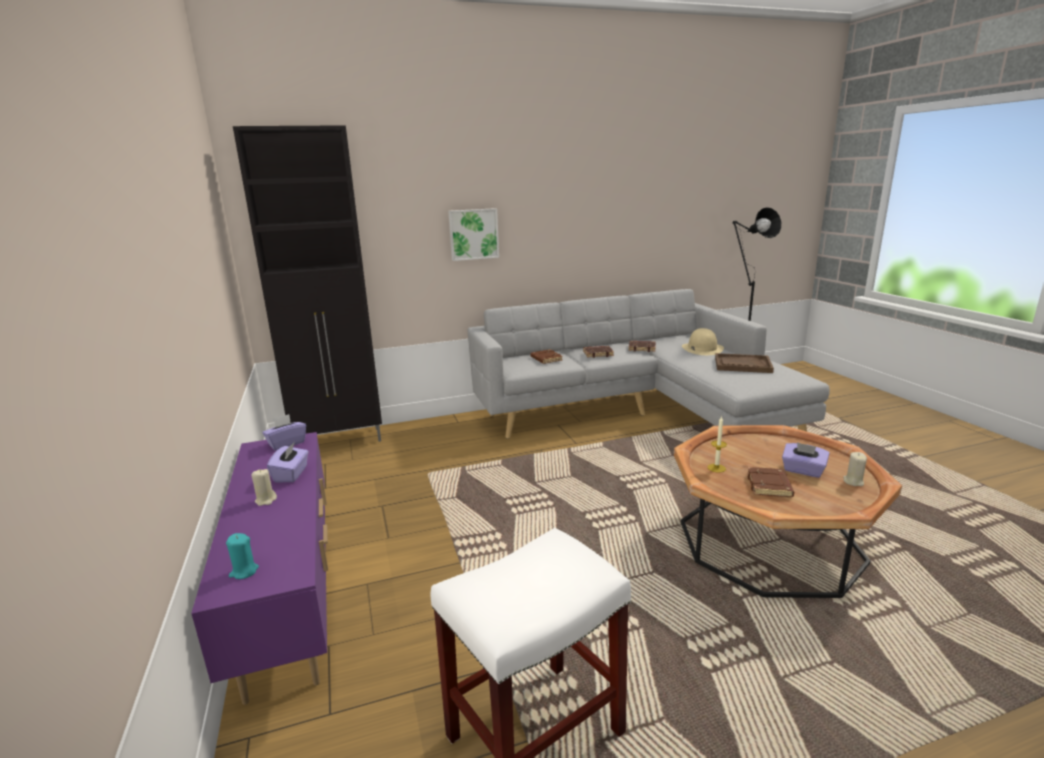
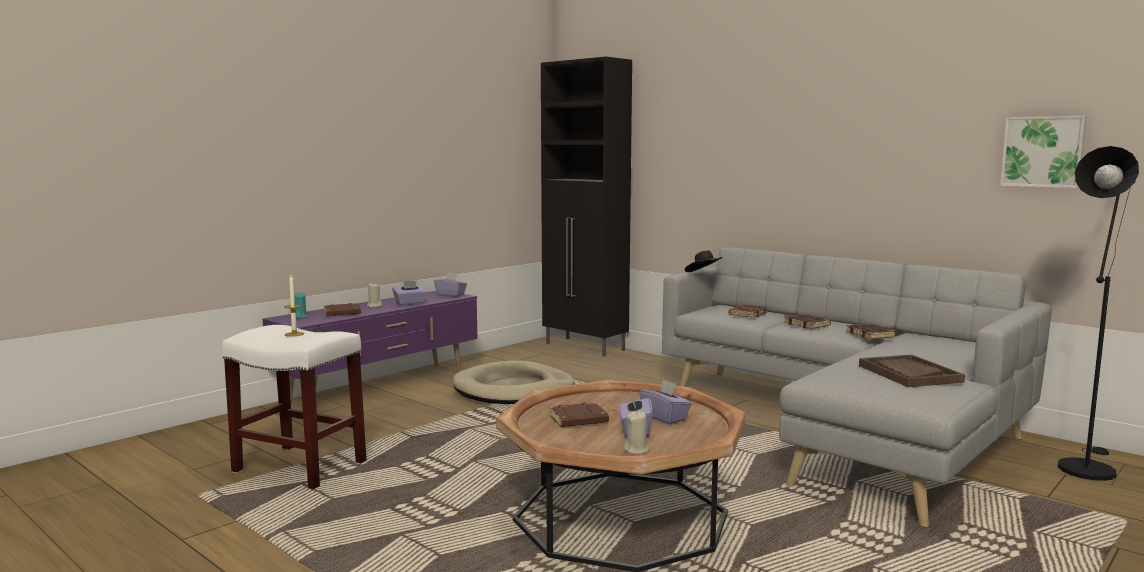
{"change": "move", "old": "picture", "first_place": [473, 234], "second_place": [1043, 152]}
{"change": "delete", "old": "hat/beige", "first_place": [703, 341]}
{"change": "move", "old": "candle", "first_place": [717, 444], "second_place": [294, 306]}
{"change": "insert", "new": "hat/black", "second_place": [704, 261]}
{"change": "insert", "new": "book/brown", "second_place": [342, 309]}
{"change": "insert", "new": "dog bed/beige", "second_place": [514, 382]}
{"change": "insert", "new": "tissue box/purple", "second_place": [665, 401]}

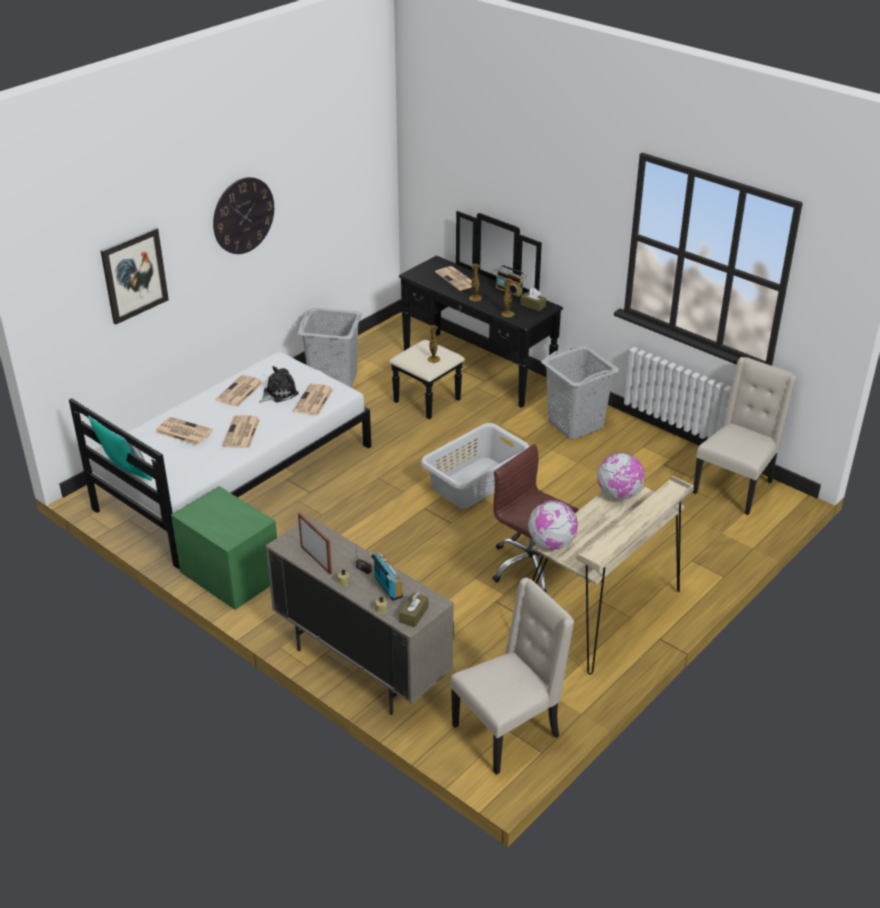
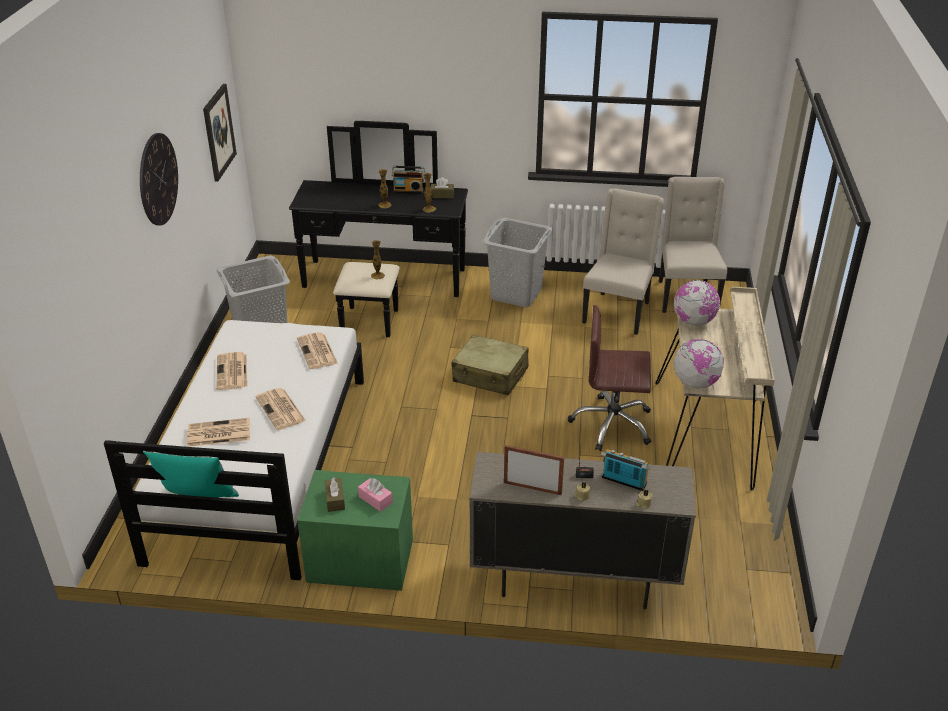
{"change": "move", "old": "picture", "first_place": [134, 276], "second_place": [220, 133]}
{"change": "delete", "old": "newspaper", "first_place": [453, 278]}
{"change": "delete", "old": "plush toy", "first_place": [279, 384]}
{"change": "replace", "old": "laundry basket/grey", "new": "suitcase/beige", "first_place": [475, 466], "second_place": [490, 365]}
{"change": "move", "old": "chair/beige", "first_place": [512, 676], "second_place": [623, 261]}
{"change": "move", "old": "tissue box/brown", "first_place": [413, 609], "second_place": [334, 494]}
{"change": "insert", "new": "tissue box/pink", "second_place": [375, 495]}

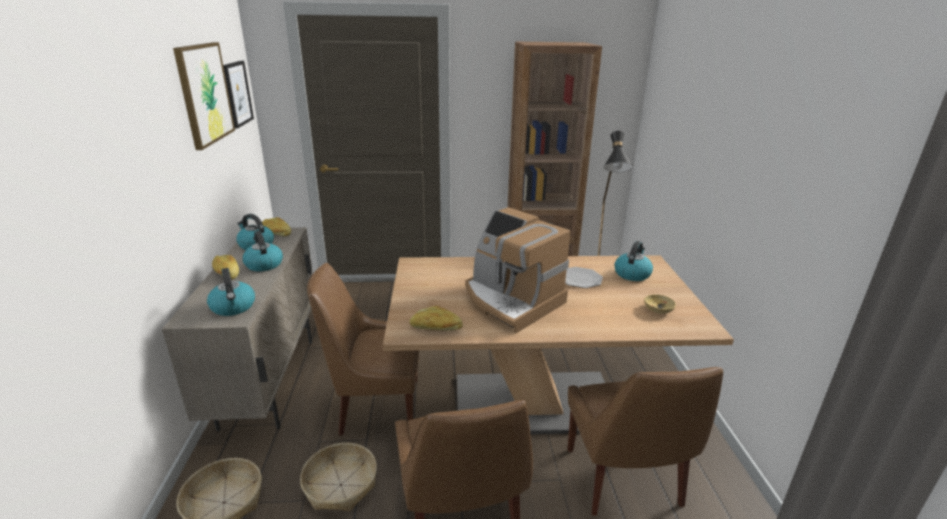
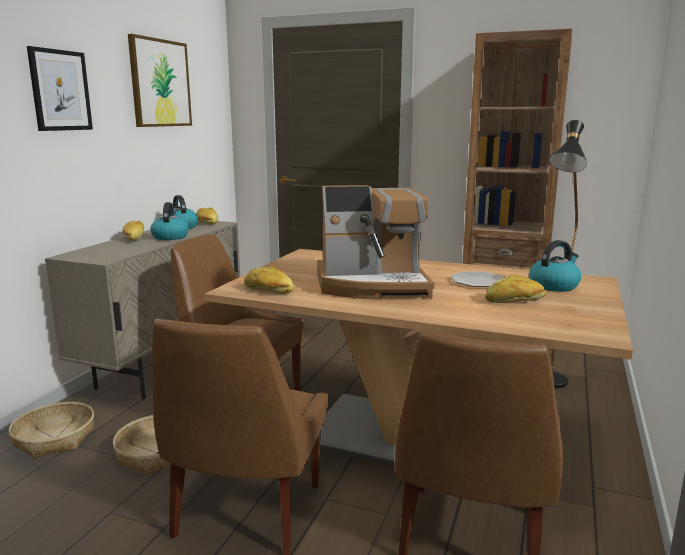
{"change": "move", "old": "picture", "first_place": [238, 95], "second_place": [60, 88]}
{"change": "rotate", "old": "coffee machine", "first_place": [518, 270], "second_place": [376, 242], "degrees": -75}
{"change": "delete", "old": "kettle", "first_place": [231, 292]}
{"change": "delete", "old": "bowl/beige", "first_place": [660, 304]}
{"change": "insert", "new": "bread", "second_place": [515, 288]}

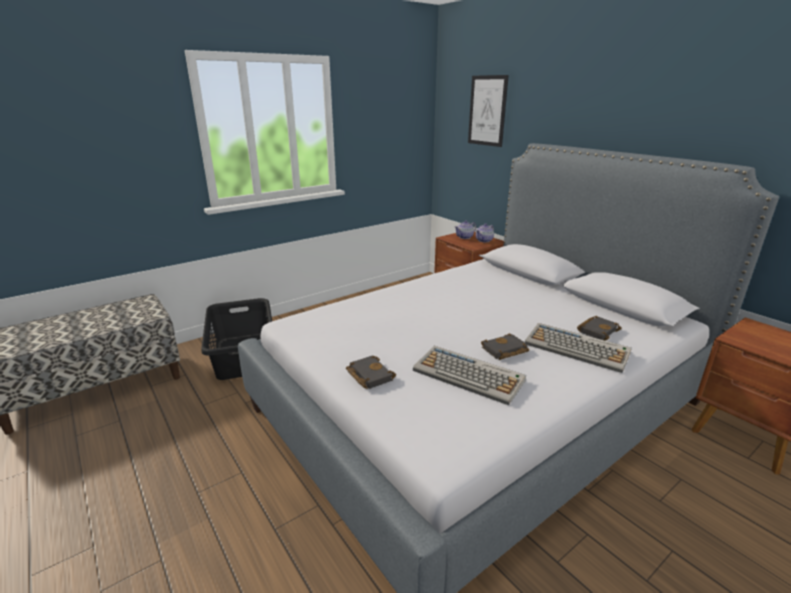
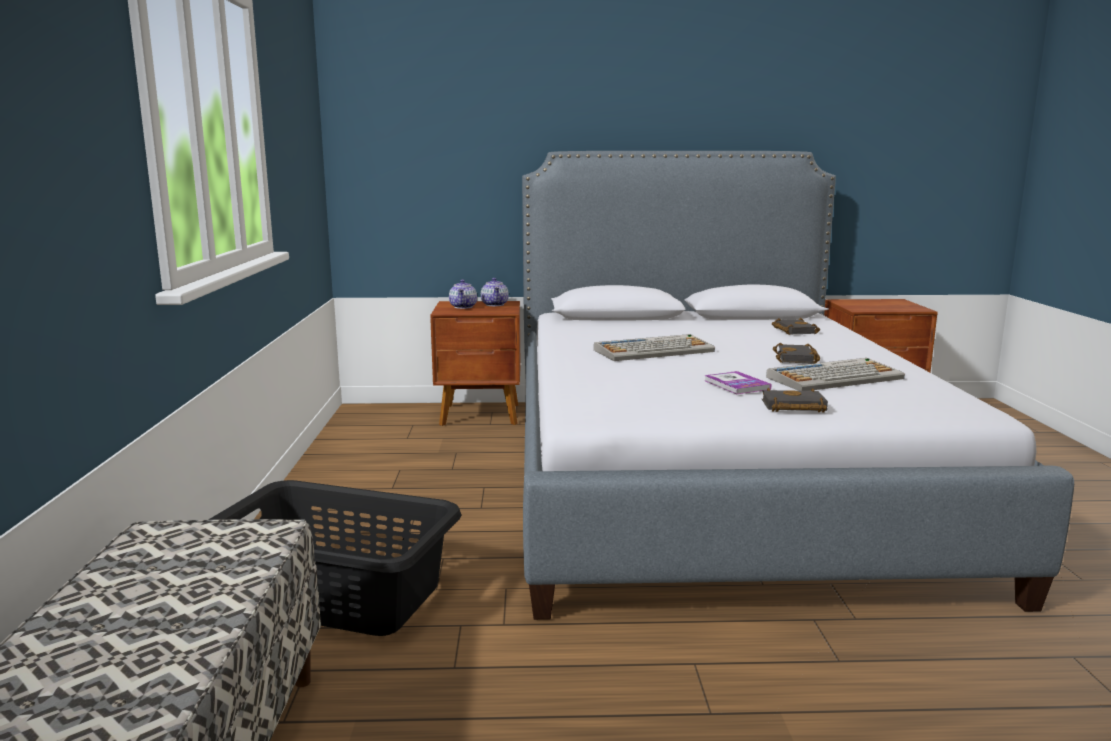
{"change": "delete", "old": "picture", "first_place": [488, 111]}
{"change": "move", "old": "keyboard", "first_place": [578, 348], "second_place": [654, 347]}
{"change": "insert", "new": "book", "second_place": [738, 382]}

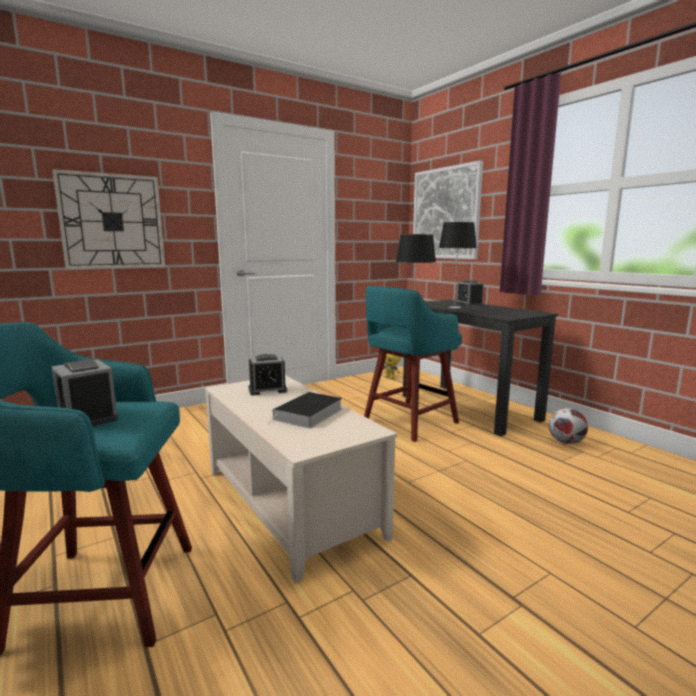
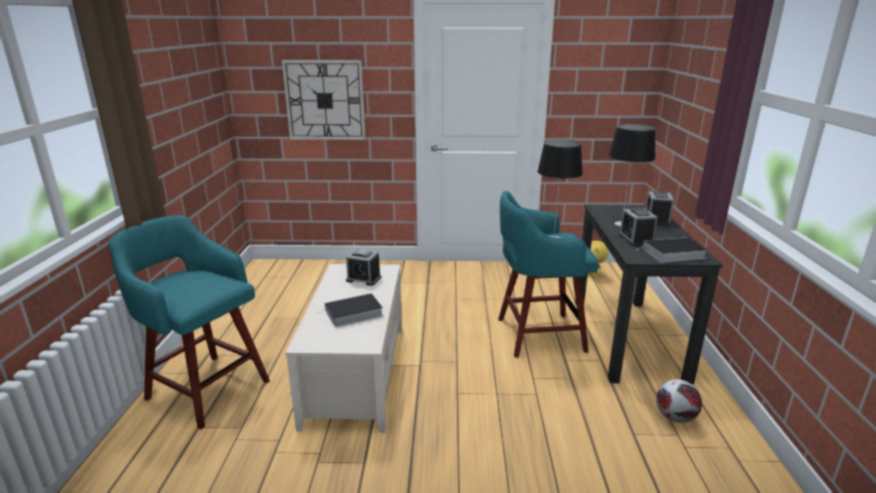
{"change": "delete", "old": "picture", "first_place": [448, 209]}
{"change": "move", "old": "alarm clock", "first_place": [85, 392], "second_place": [638, 227]}
{"change": "insert", "new": "book", "second_place": [671, 250]}

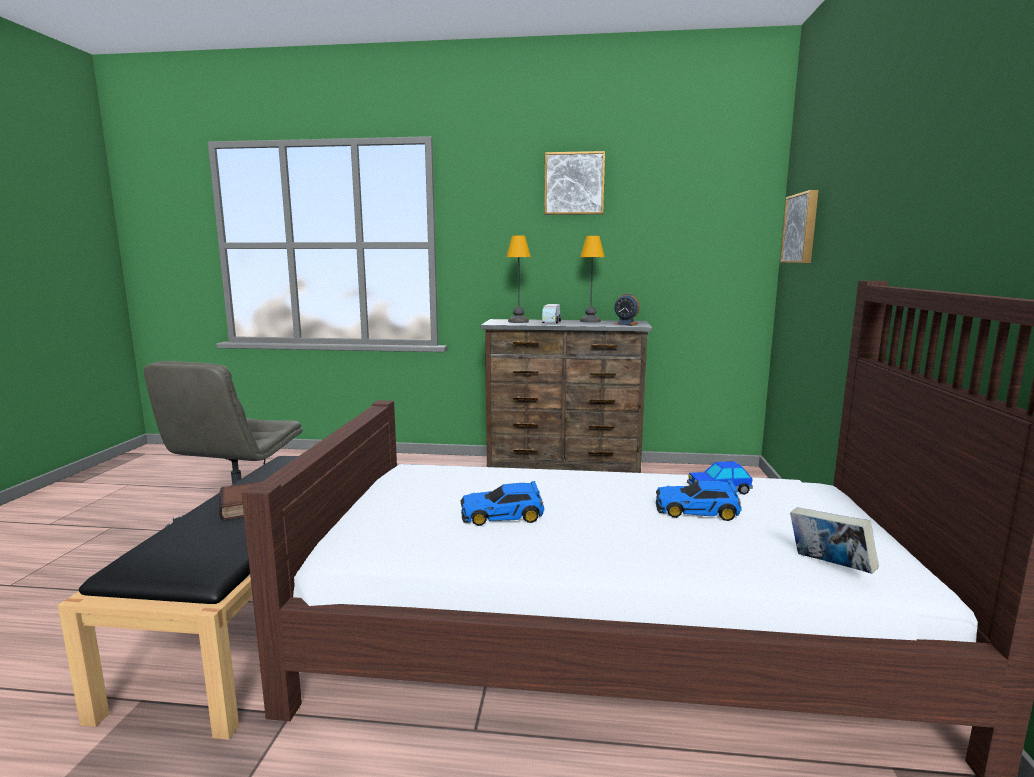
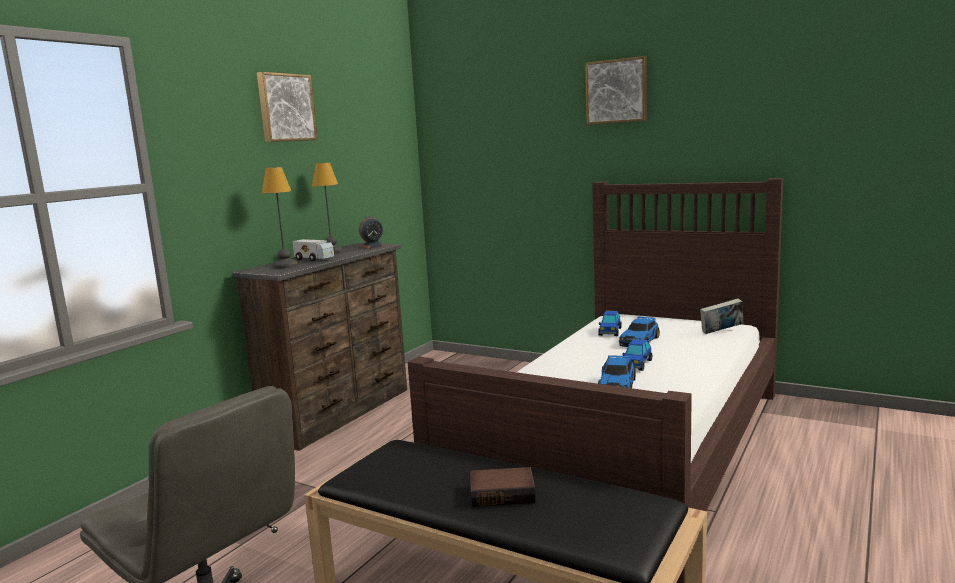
{"change": "move", "old": "picture", "first_place": [799, 226], "second_place": [616, 90]}
{"change": "insert", "new": "toy car", "second_place": [637, 355]}

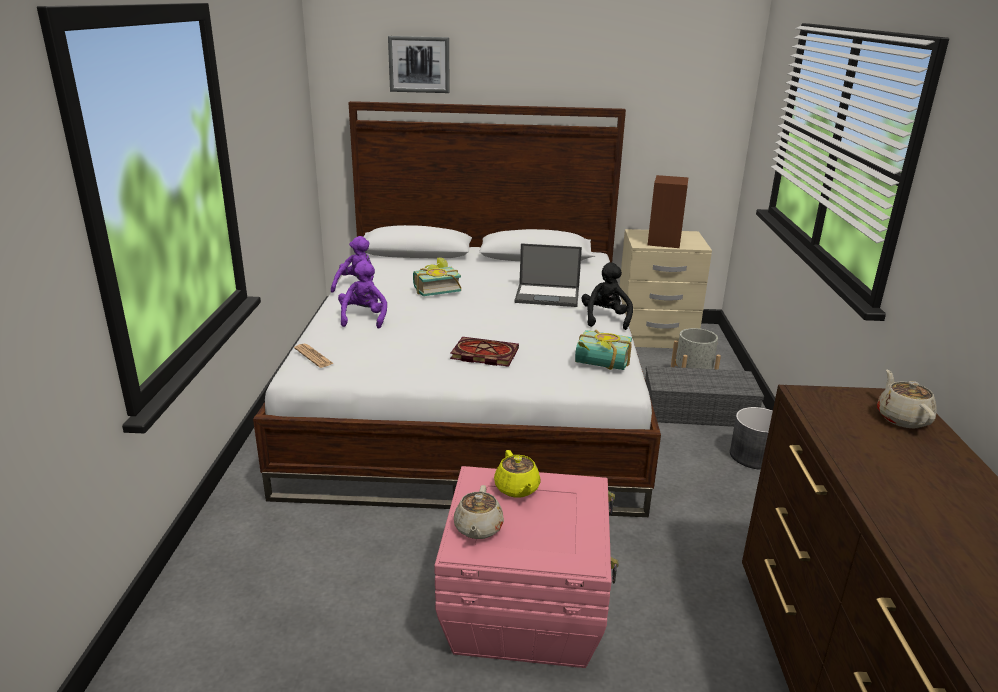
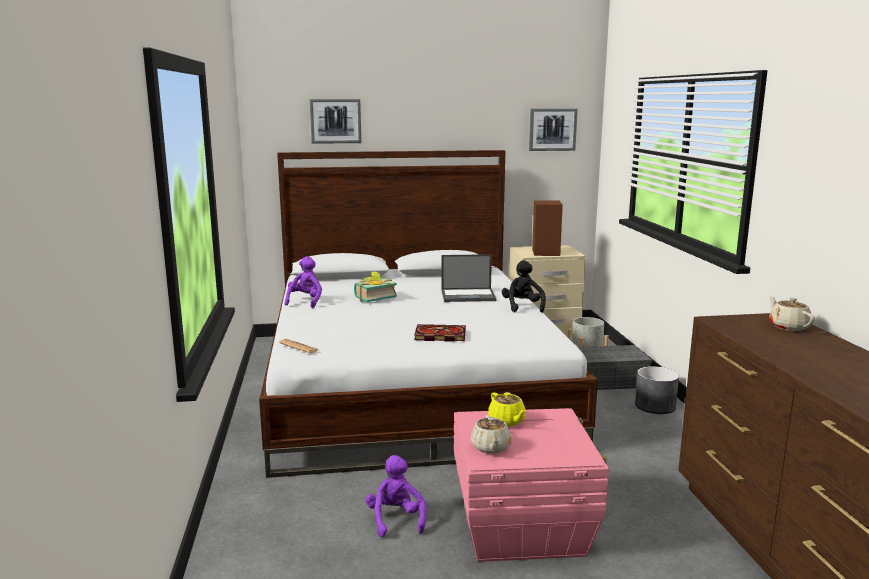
{"change": "move", "old": "plush toy/purple", "first_place": [362, 294], "second_place": [396, 496]}
{"change": "delete", "old": "book", "first_place": [603, 350]}
{"change": "insert", "new": "picture", "second_place": [553, 129]}

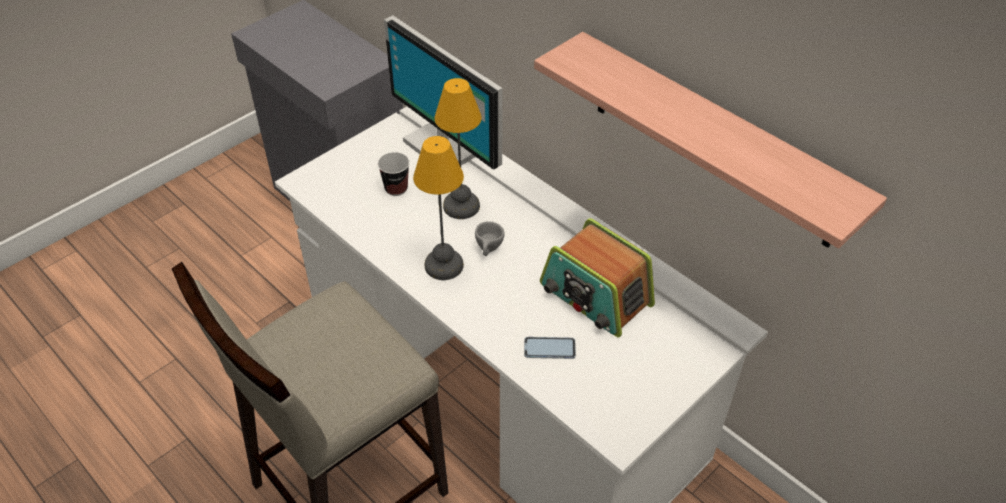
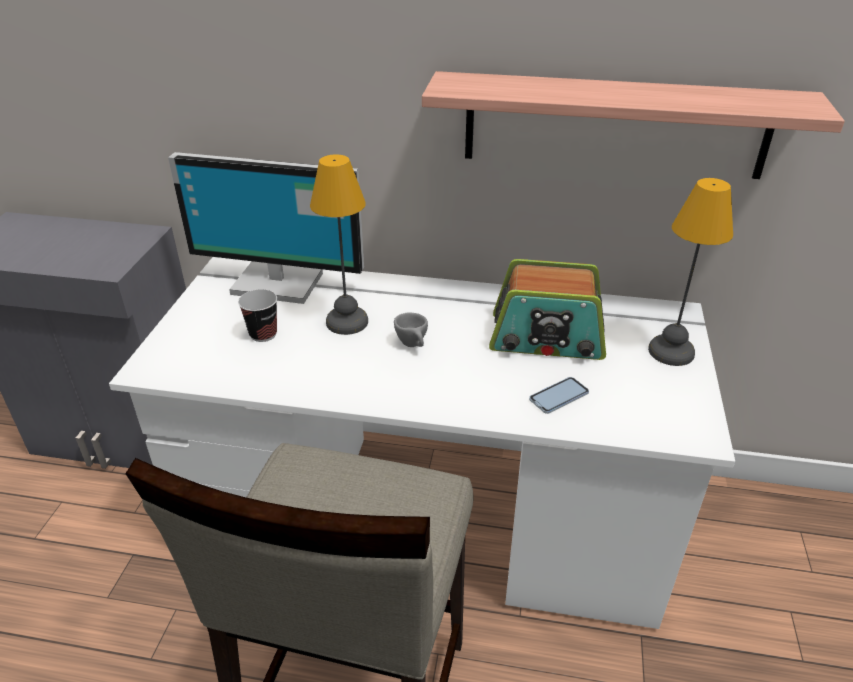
{"change": "move", "old": "table lamp", "first_place": [438, 208], "second_place": [690, 272]}

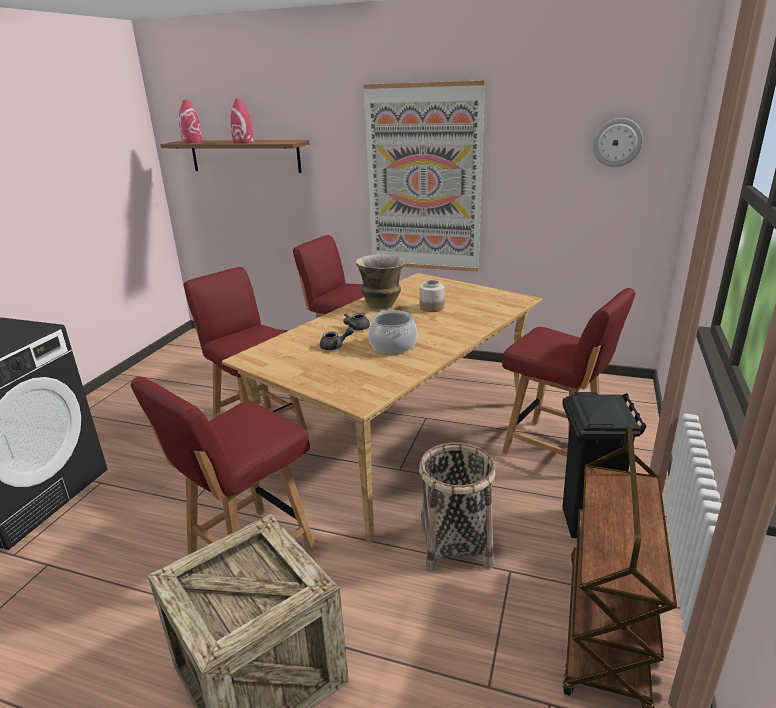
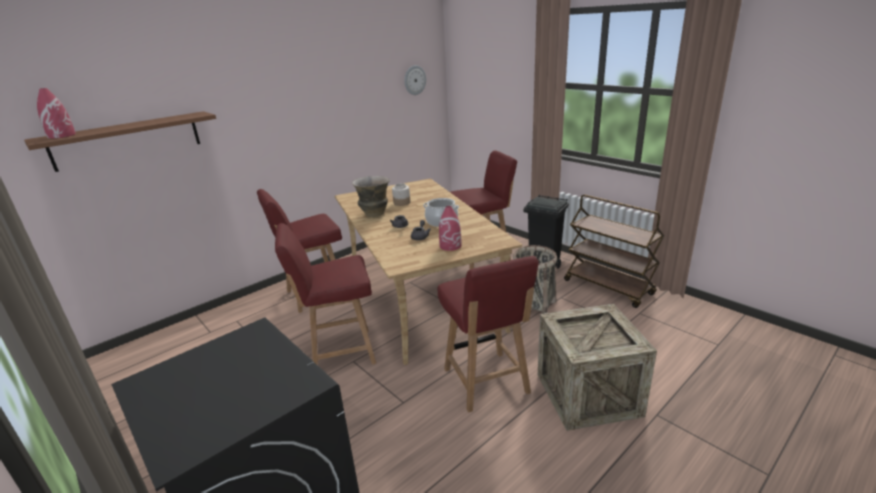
{"change": "delete", "old": "picture", "first_place": [424, 176]}
{"change": "move", "old": "vase/red", "first_place": [242, 120], "second_place": [450, 228]}

